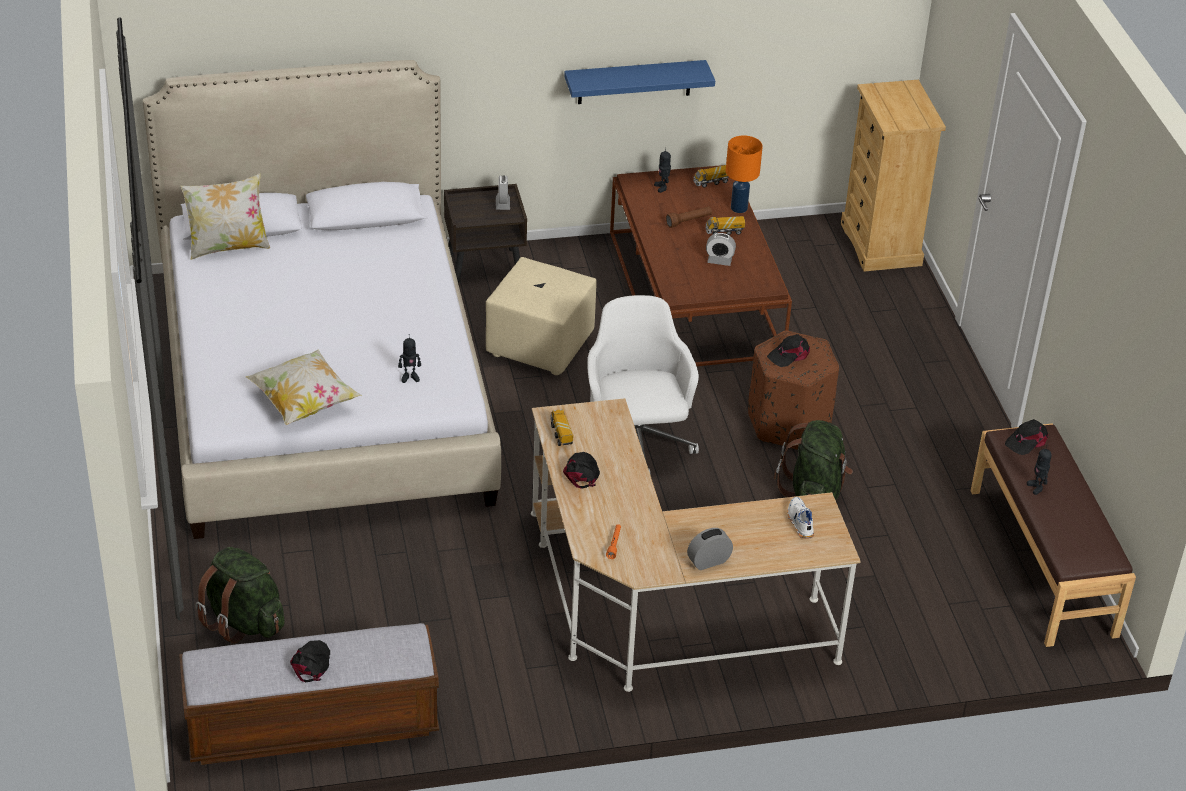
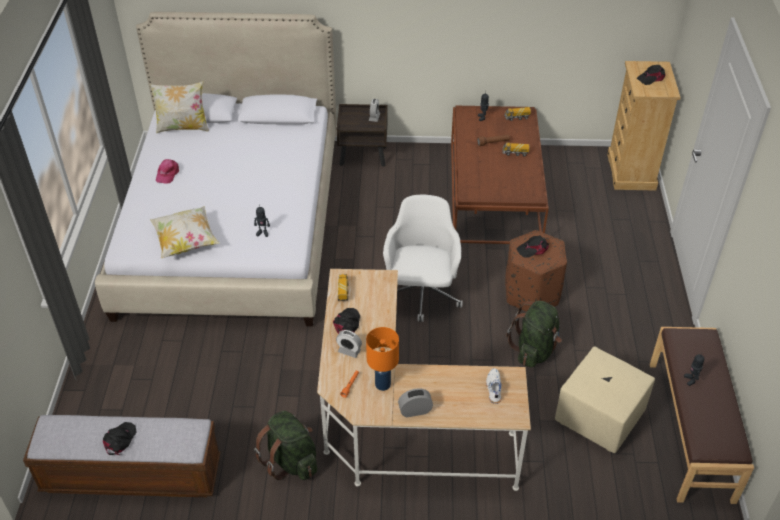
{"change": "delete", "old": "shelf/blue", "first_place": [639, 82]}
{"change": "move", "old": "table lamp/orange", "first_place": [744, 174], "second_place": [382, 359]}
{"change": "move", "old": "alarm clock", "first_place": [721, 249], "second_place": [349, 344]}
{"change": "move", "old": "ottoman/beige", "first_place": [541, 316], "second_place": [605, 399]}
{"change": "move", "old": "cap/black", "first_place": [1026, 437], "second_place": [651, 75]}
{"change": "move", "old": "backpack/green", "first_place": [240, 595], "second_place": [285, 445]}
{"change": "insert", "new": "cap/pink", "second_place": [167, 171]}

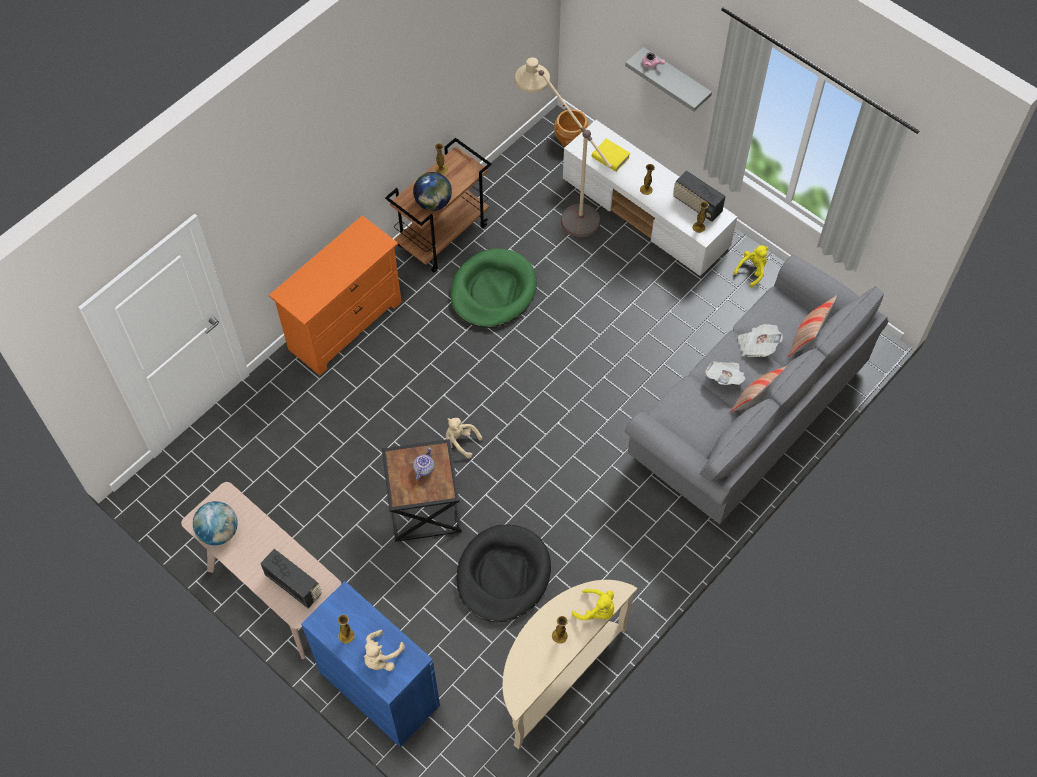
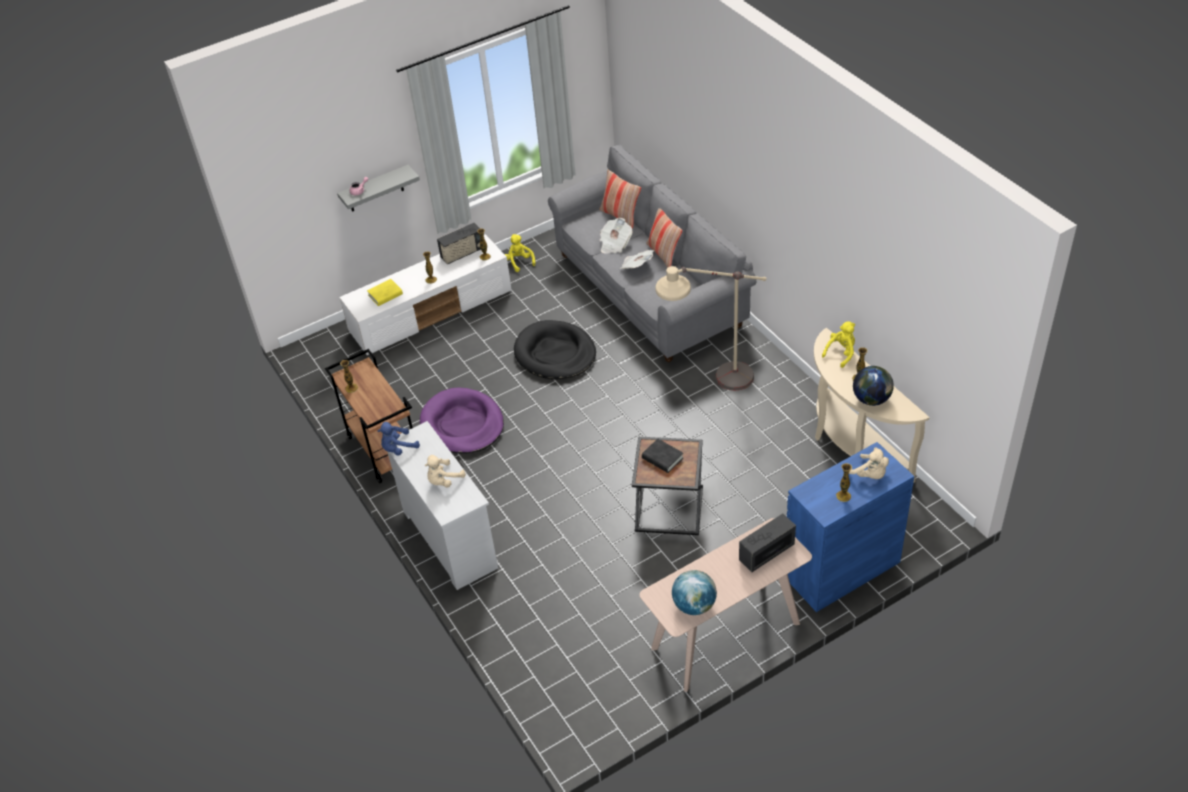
{"change": "move", "old": "floor lamp/beige", "first_place": [563, 147], "second_place": [711, 328]}
{"change": "delete", "old": "planter/brown", "first_place": [571, 128]}
{"change": "move", "old": "globe", "first_place": [432, 191], "second_place": [873, 386]}
{"change": "recolor", "old": "dresser/orange", "new": "dresser/white", "first_place": [335, 295], "second_place": [443, 505]}
{"change": "recolor", "old": "dog bed/green", "new": "dog bed/purple", "first_place": [493, 288], "second_place": [462, 420]}
{"change": "move", "old": "plush toy/beige", "first_place": [464, 438], "second_place": [445, 471]}
{"change": "replace", "old": "teapot", "new": "book/black", "first_place": [423, 463], "second_place": [662, 455]}
{"change": "move", "old": "dog bed/black", "first_place": [503, 573], "second_place": [555, 350]}
{"change": "insert", "new": "plush toy/blue", "second_place": [399, 439]}

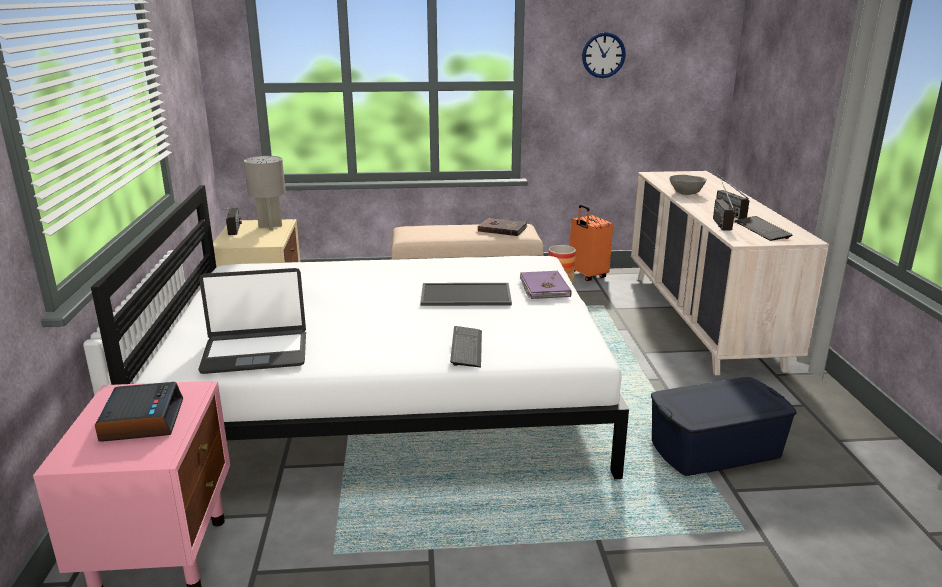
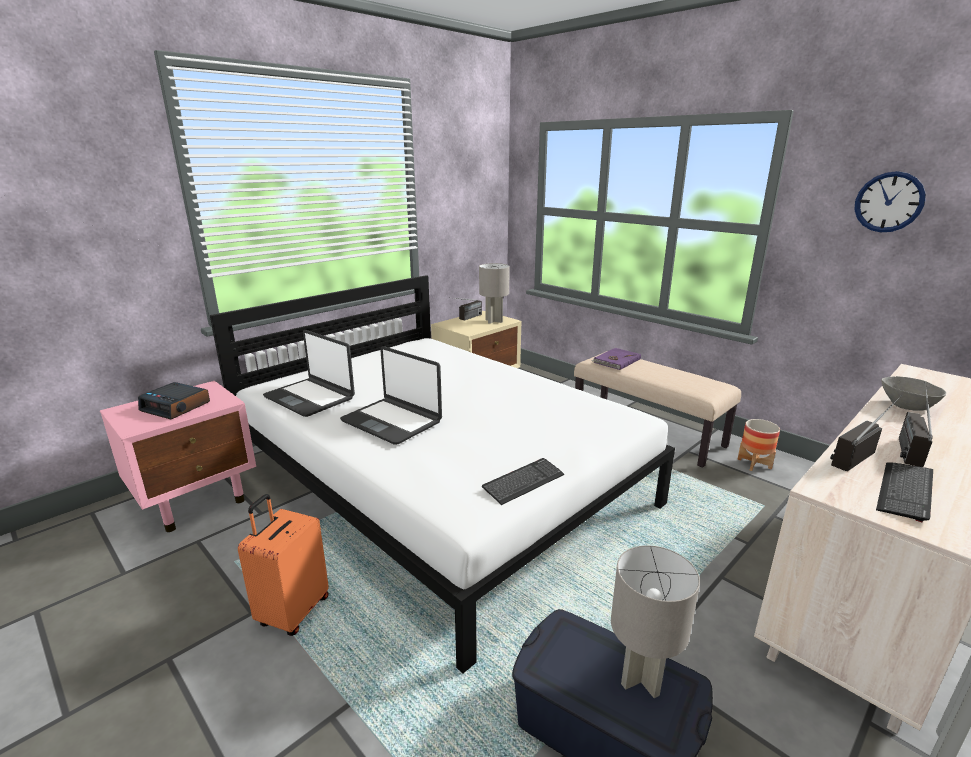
{"change": "move", "old": "suitcase/orange", "first_place": [591, 242], "second_place": [283, 565]}
{"change": "delete", "old": "book/brown", "first_place": [502, 227]}
{"change": "move", "old": "book/purple", "first_place": [546, 284], "second_place": [616, 359]}
{"change": "delete", "old": "tray", "first_place": [466, 294]}
{"change": "move", "old": "keyboard", "first_place": [466, 346], "second_place": [523, 481]}
{"change": "rotate", "old": "alarm clock", "first_place": [139, 412], "second_place": [174, 400], "degrees": 75}
{"change": "insert", "new": "laptop", "second_place": [391, 395]}
{"change": "insert", "new": "table lamp/grey", "second_place": [655, 621]}

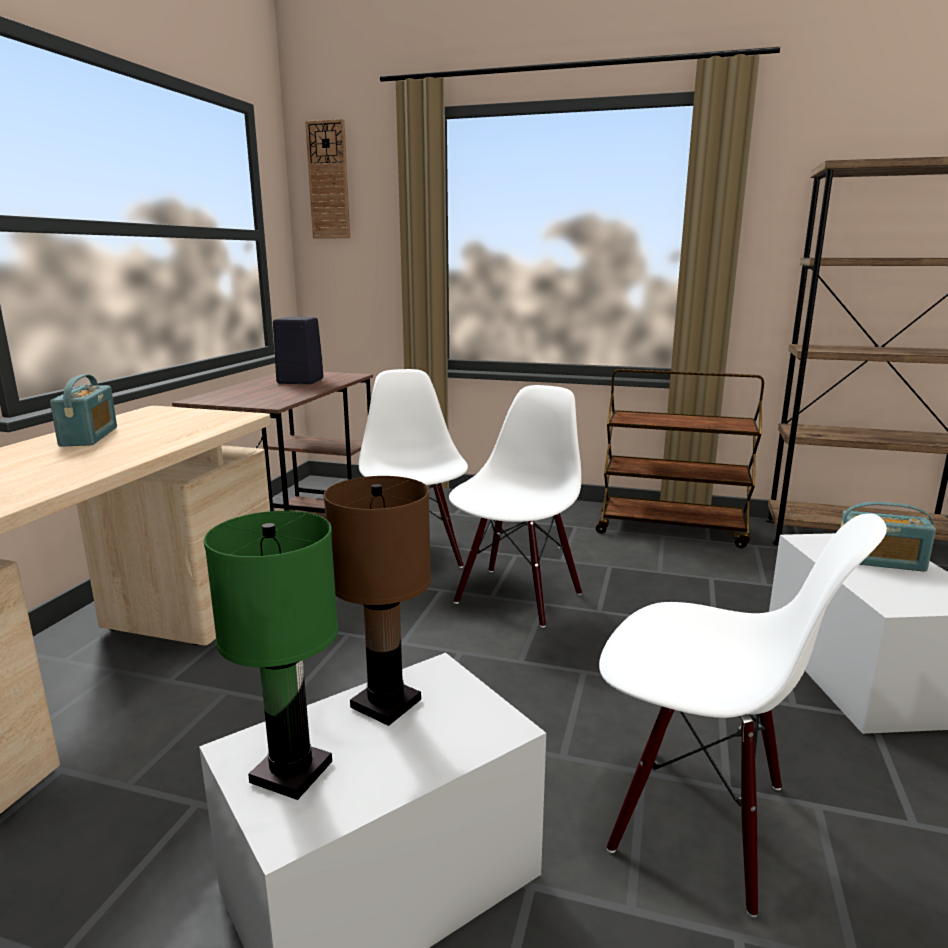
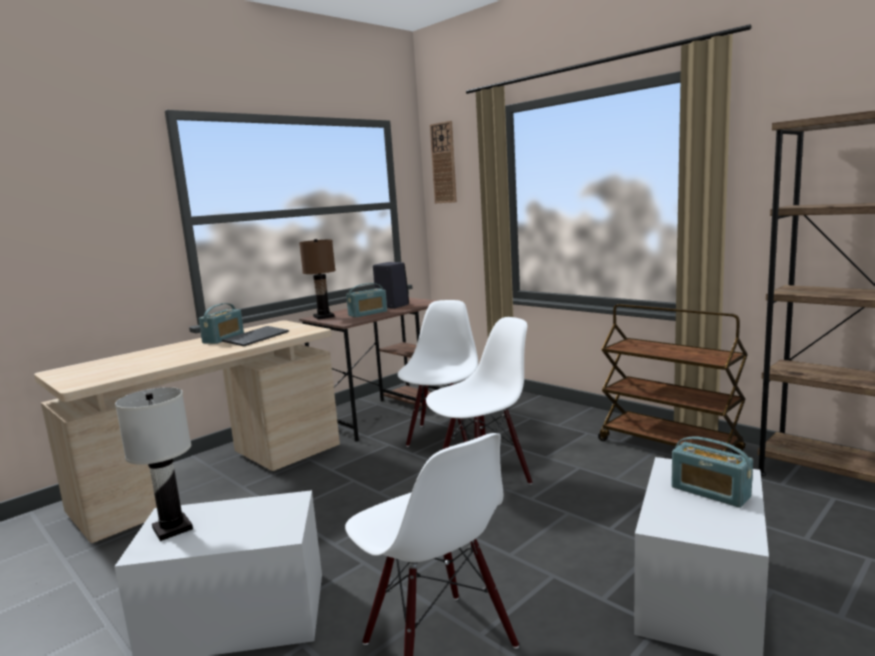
{"change": "move", "old": "table lamp/brown", "first_place": [377, 601], "second_place": [317, 279]}
{"change": "recolor", "old": "table lamp/green", "new": "table lamp/white", "first_place": [271, 655], "second_place": [154, 464]}
{"change": "insert", "new": "radio", "second_place": [366, 300]}
{"change": "insert", "new": "keyboard", "second_place": [255, 336]}

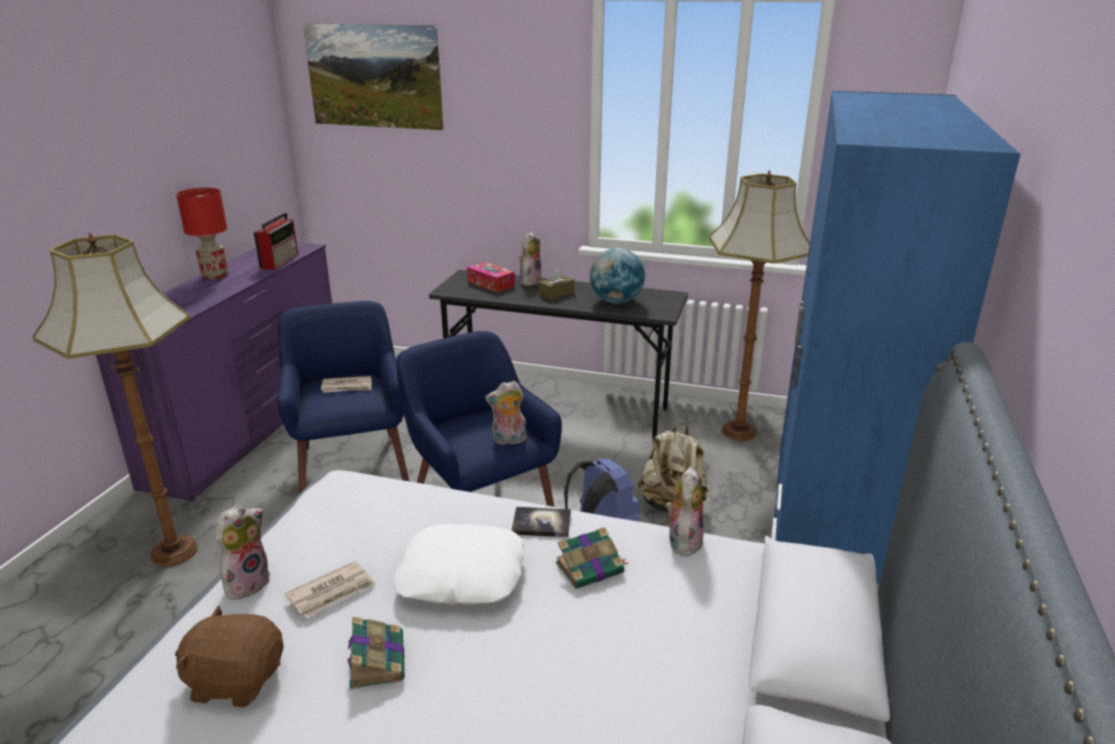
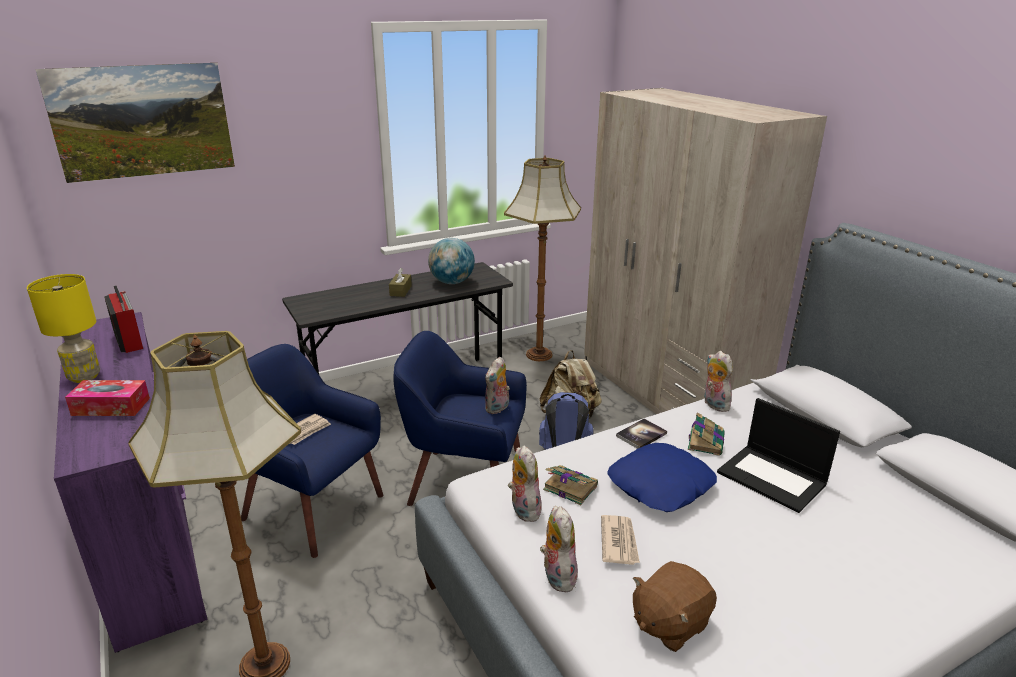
{"change": "recolor", "old": "wardrobe/blue", "new": "wardrobe/beige", "first_place": [896, 337], "second_place": [705, 251]}
{"change": "recolor", "old": "table lamp/red", "new": "table lamp/yellow", "first_place": [202, 233], "second_place": [63, 328]}
{"change": "move", "old": "plush toy", "first_place": [530, 258], "second_place": [525, 484]}
{"change": "move", "old": "tissue box", "first_place": [491, 277], "second_place": [107, 398]}
{"change": "recolor", "old": "pillow/white", "new": "pillow/blue", "first_place": [459, 564], "second_place": [662, 477]}
{"change": "move", "old": "book", "first_place": [376, 653], "second_place": [570, 485]}
{"change": "insert", "new": "laptop", "second_place": [778, 455]}

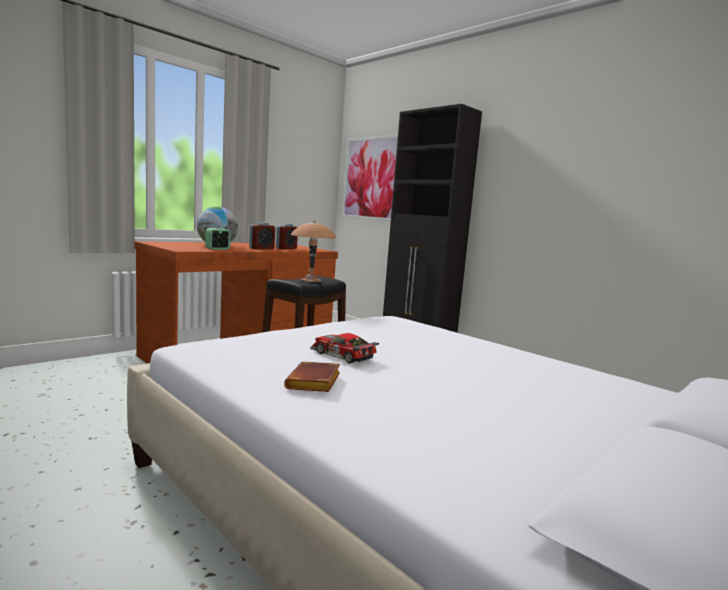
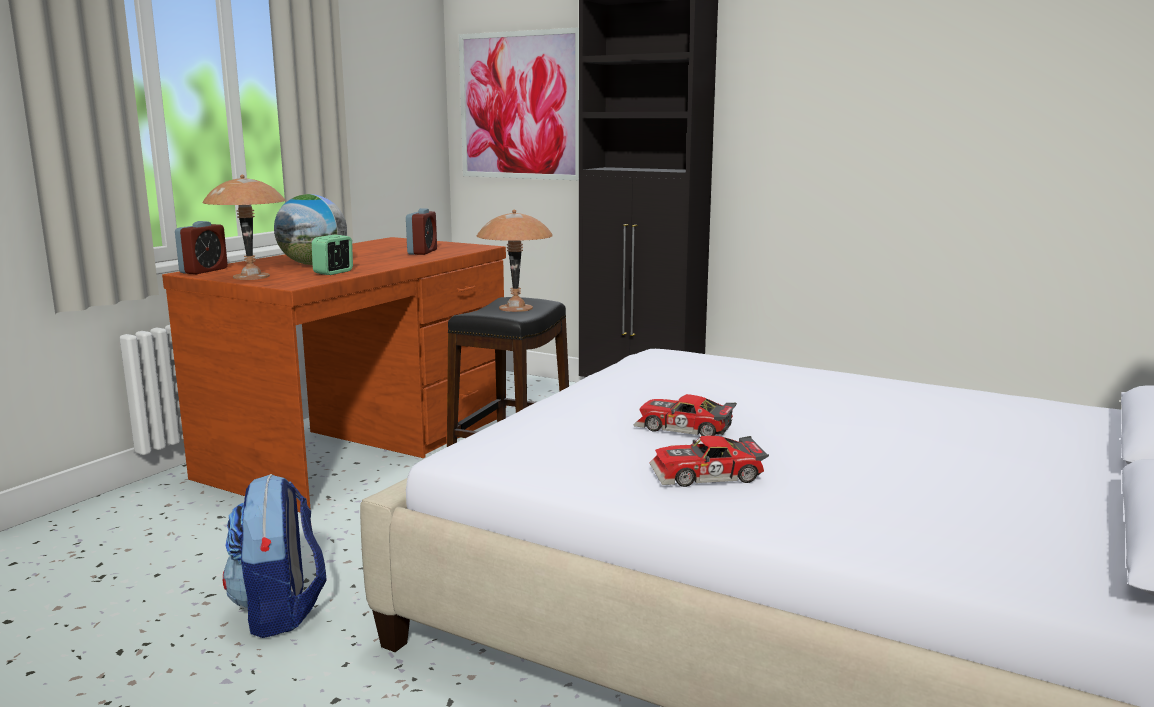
{"change": "move", "old": "alarm clock", "first_place": [262, 235], "second_place": [201, 247]}
{"change": "replace", "old": "book/brown", "new": "toy car", "first_place": [312, 376], "second_place": [709, 461]}
{"change": "insert", "new": "table lamp/brown", "second_place": [244, 227]}
{"change": "insert", "new": "backpack", "second_place": [275, 556]}

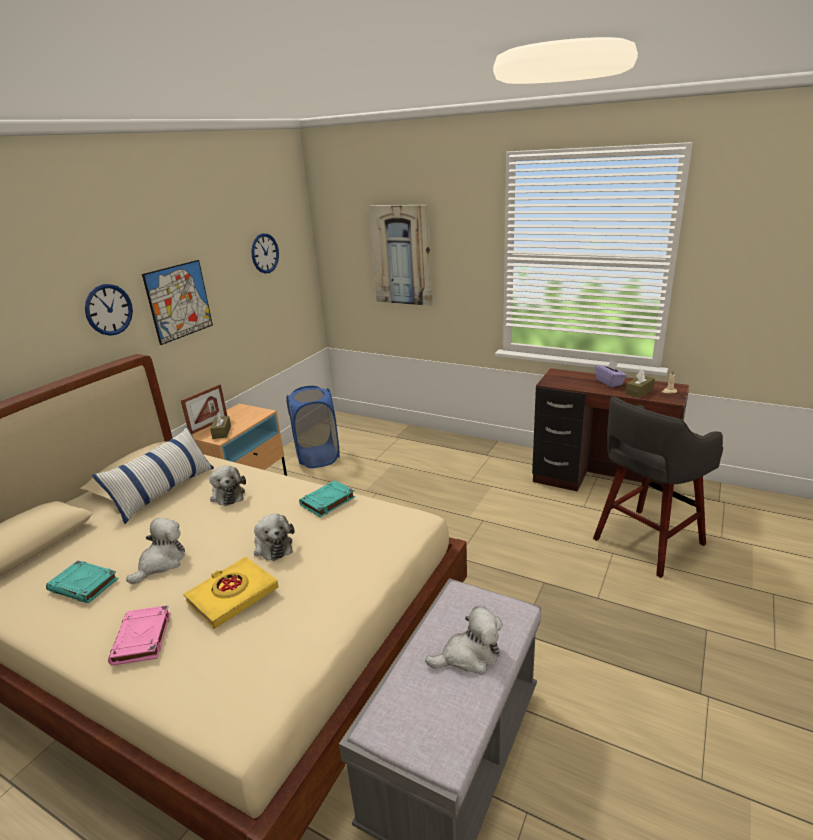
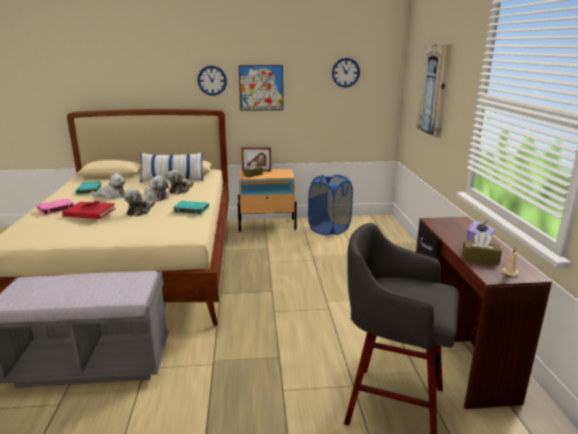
{"change": "recolor", "old": "book/yellow", "new": "book/red", "first_place": [231, 592], "second_place": [89, 210]}
{"change": "move", "old": "plush toy", "first_place": [464, 640], "second_place": [156, 188]}

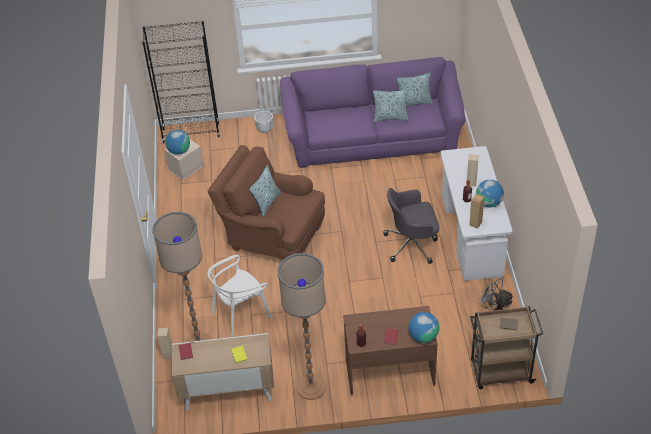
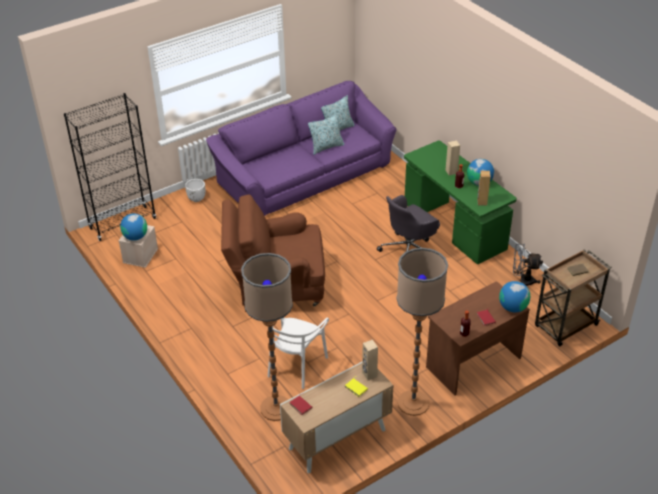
{"change": "recolor", "old": "desk/white", "new": "desk/green", "first_place": [477, 213], "second_place": [460, 202]}
{"change": "delete", "old": "pillow", "first_place": [265, 191]}
{"change": "move", "old": "speaker/beige", "first_place": [164, 343], "second_place": [370, 360]}

